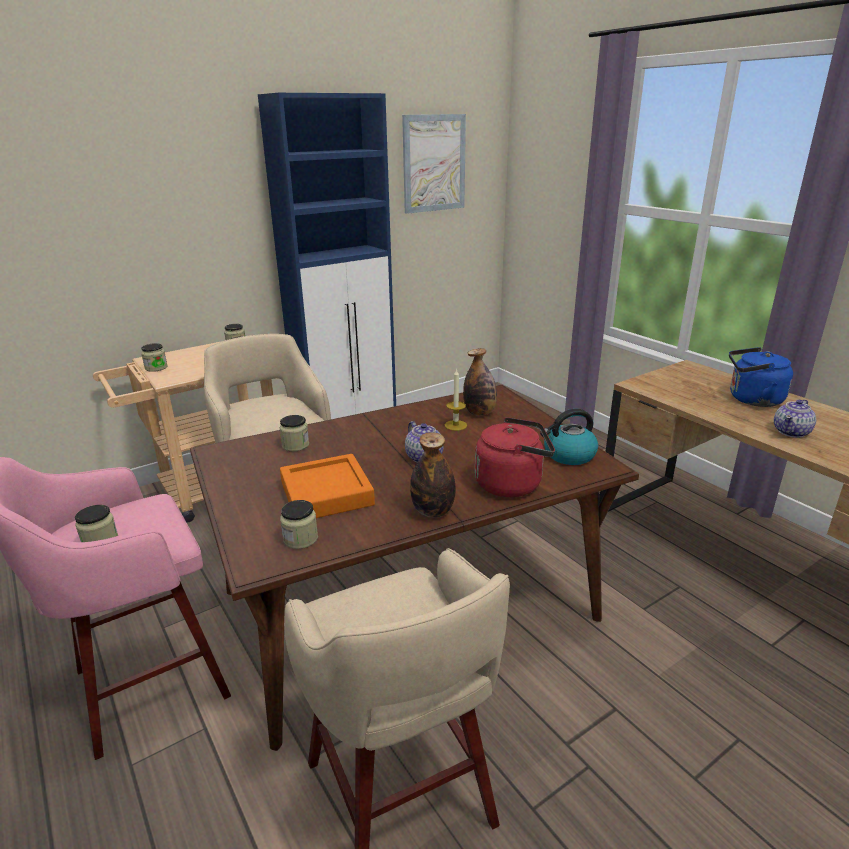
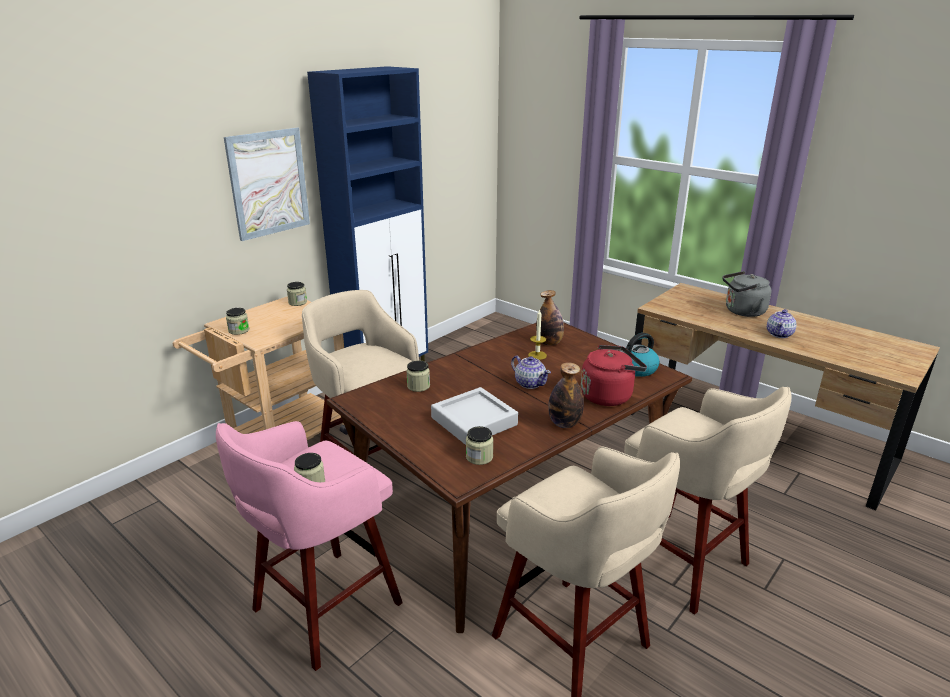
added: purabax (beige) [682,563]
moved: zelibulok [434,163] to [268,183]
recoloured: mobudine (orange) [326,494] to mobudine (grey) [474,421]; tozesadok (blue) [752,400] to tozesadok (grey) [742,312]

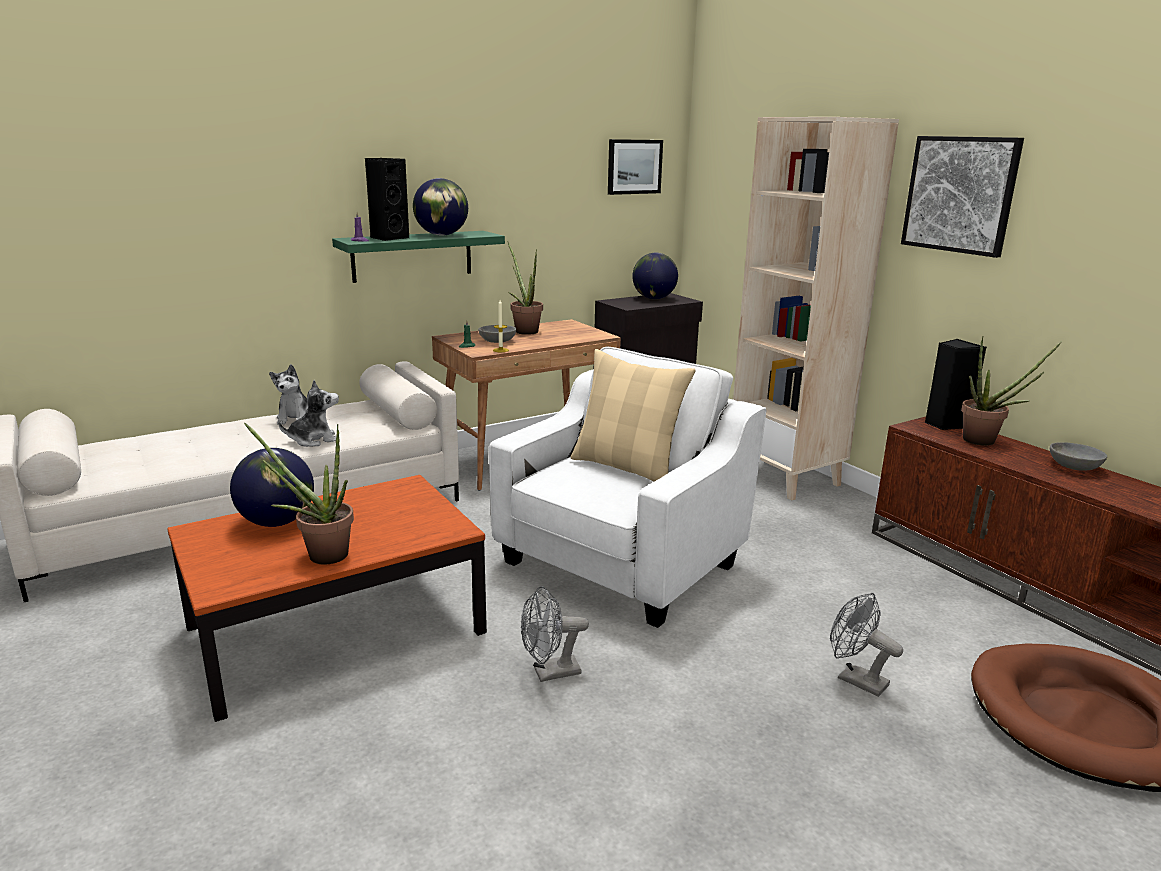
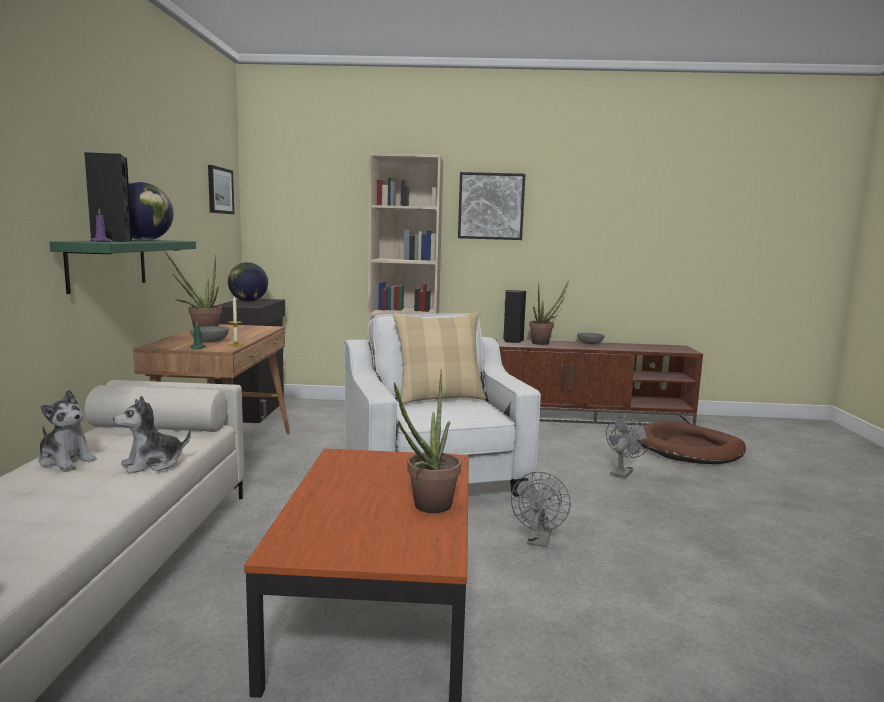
removed: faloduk [277,522]
turned: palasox [314,440] = [152,464] 135 degrees counterclockwise; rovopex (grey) [855,679] = [622,472] 135 degrees clockwise

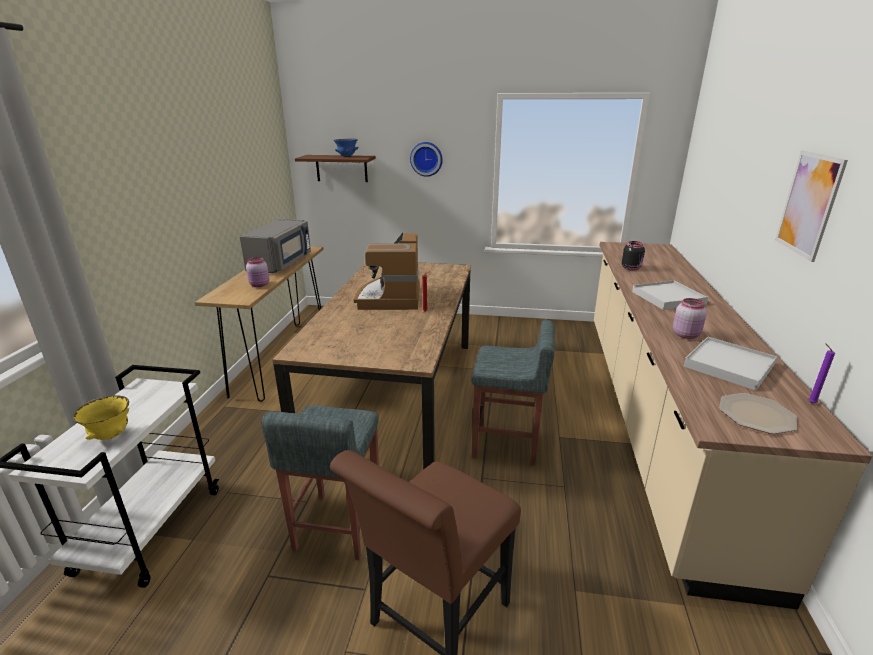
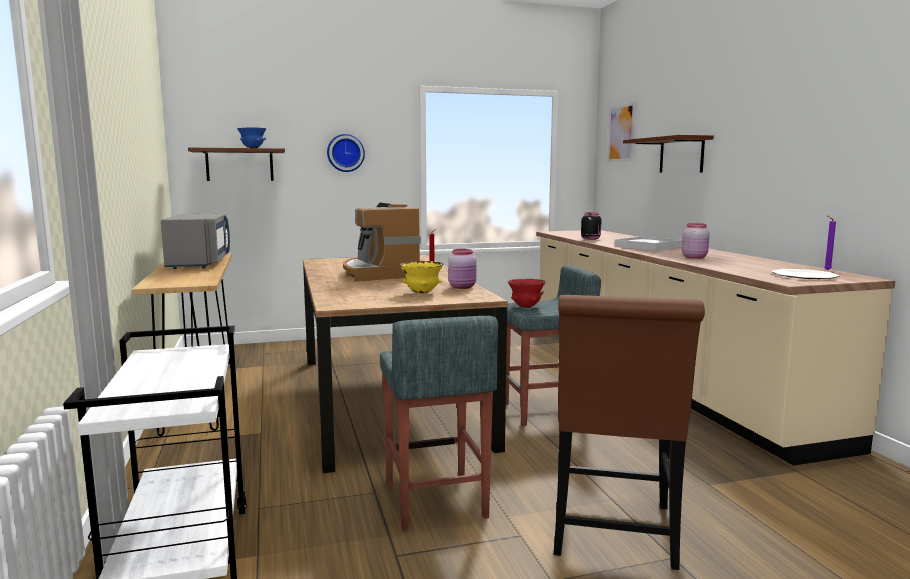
removed: mobudine (white) [728,365]
added: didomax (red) [526,307]; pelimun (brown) [681,155]
moved: didomax (yellow) [111,435] to [422,292]; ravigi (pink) [260,285] to [463,287]; zelibulok [808,204] to [621,133]

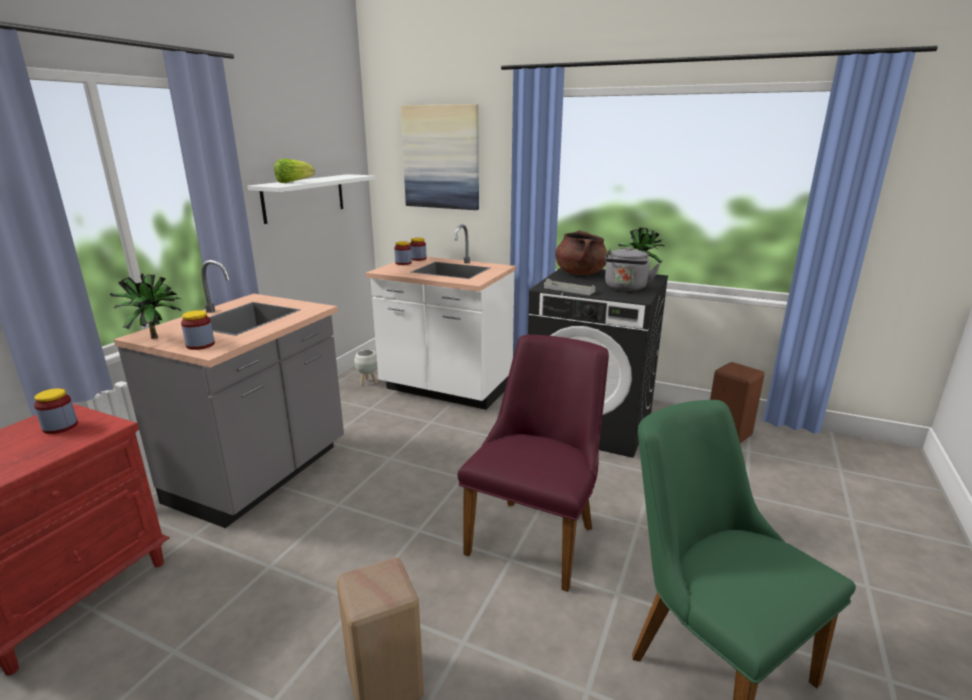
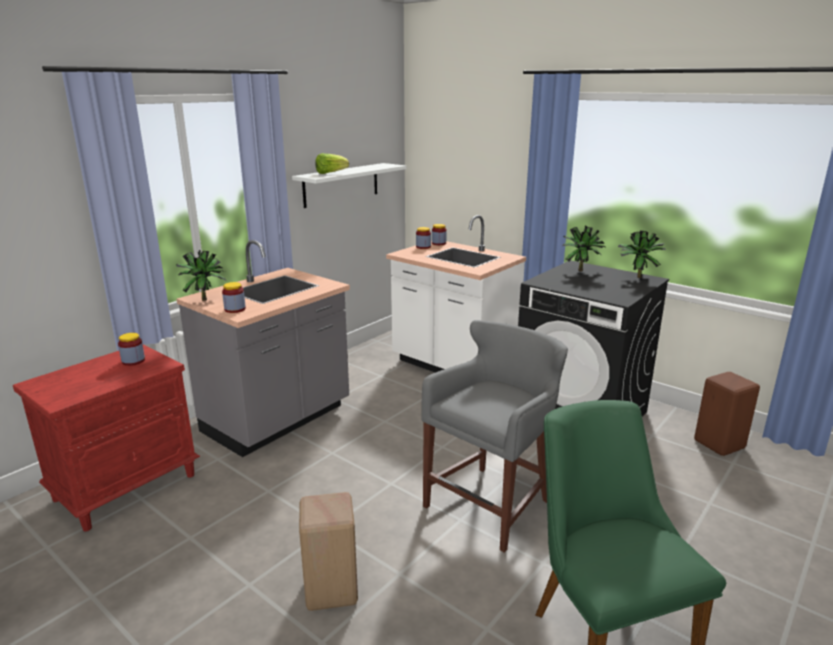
removed: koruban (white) [368,383]; zelibulok [441,157]; mobudine (grey) [569,289]; tozesadok (grey) [625,288]
replaced: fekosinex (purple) [537,533] to purabax (grey) [491,503]; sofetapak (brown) [580,273] to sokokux [580,270]

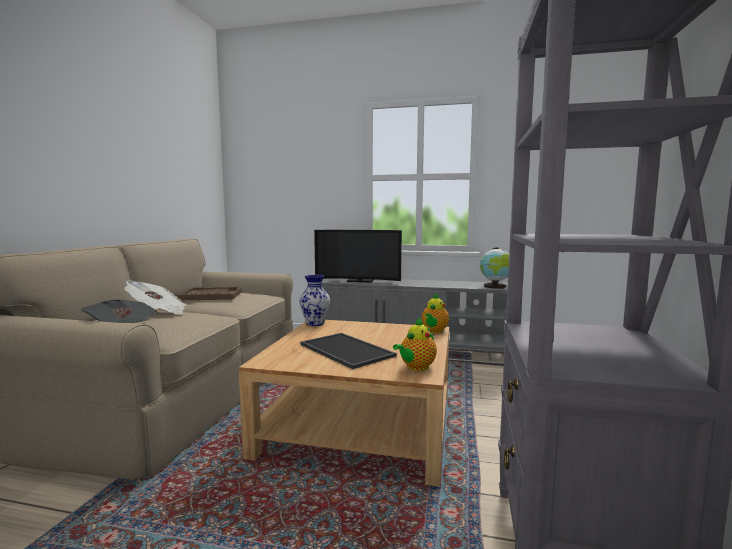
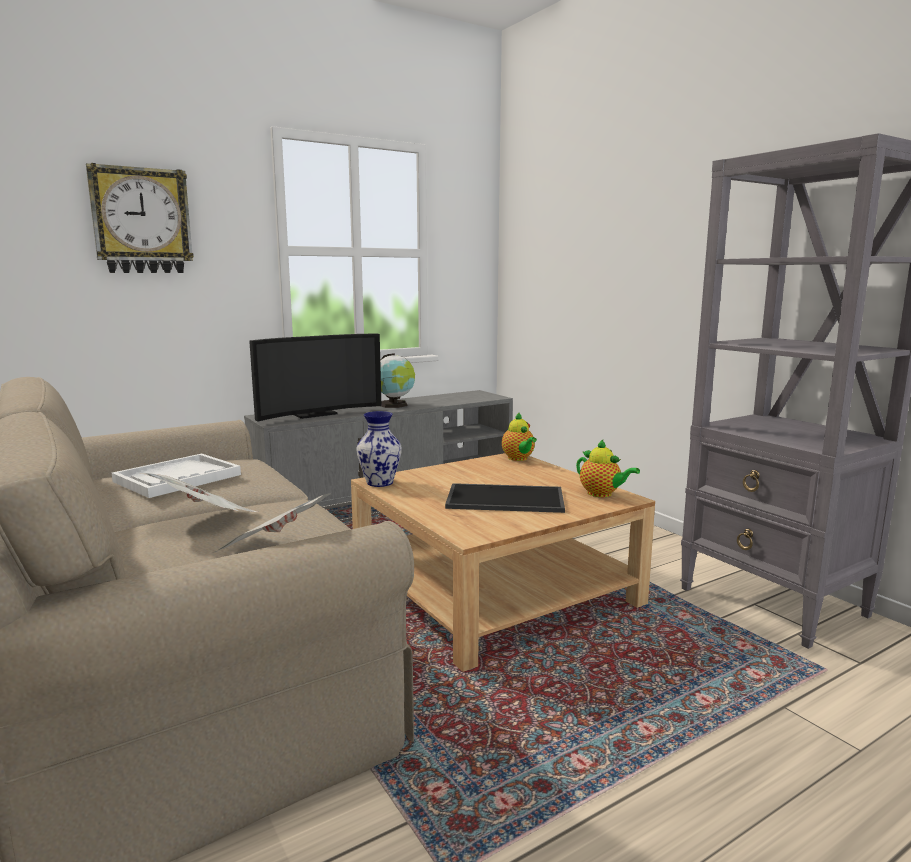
added: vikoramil [141,221]
moved: faloduk [495,286] to [394,405]
recoloured: mobudine (brown) [211,295] to mobudine (white) [177,478]
turned: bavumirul [416,367] = [602,494] 45 degrees counterclockwise

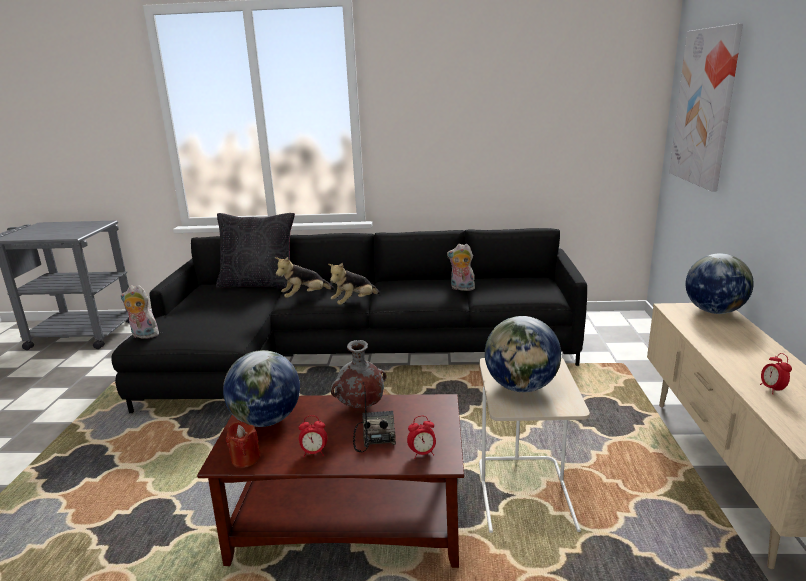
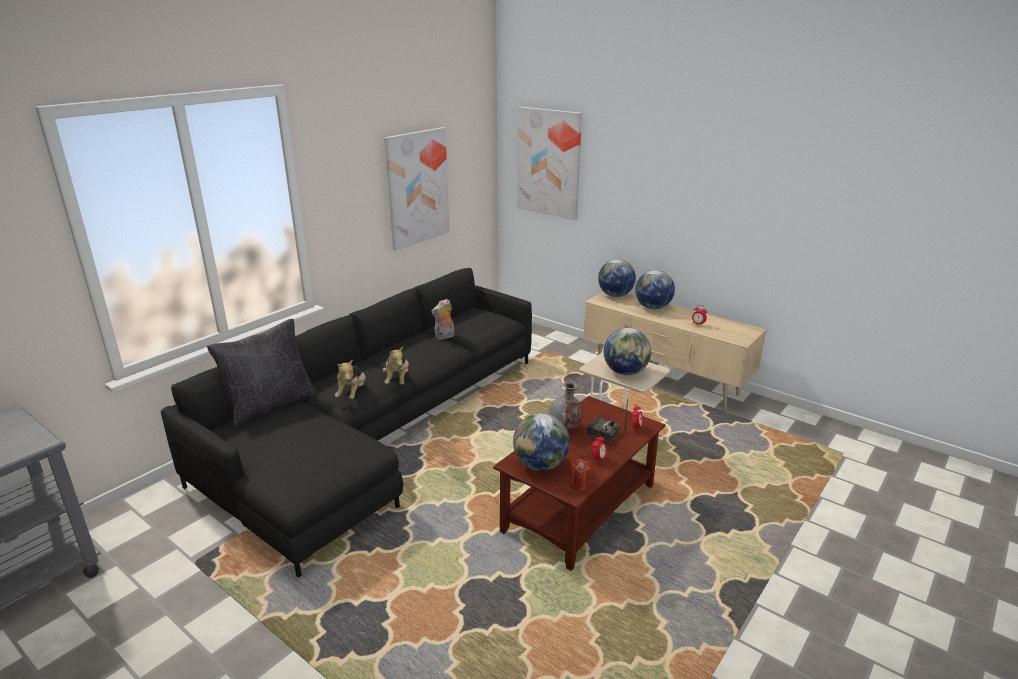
removed: palasox [143,335]
added: zelibulok [417,188]; faloduk [652,307]

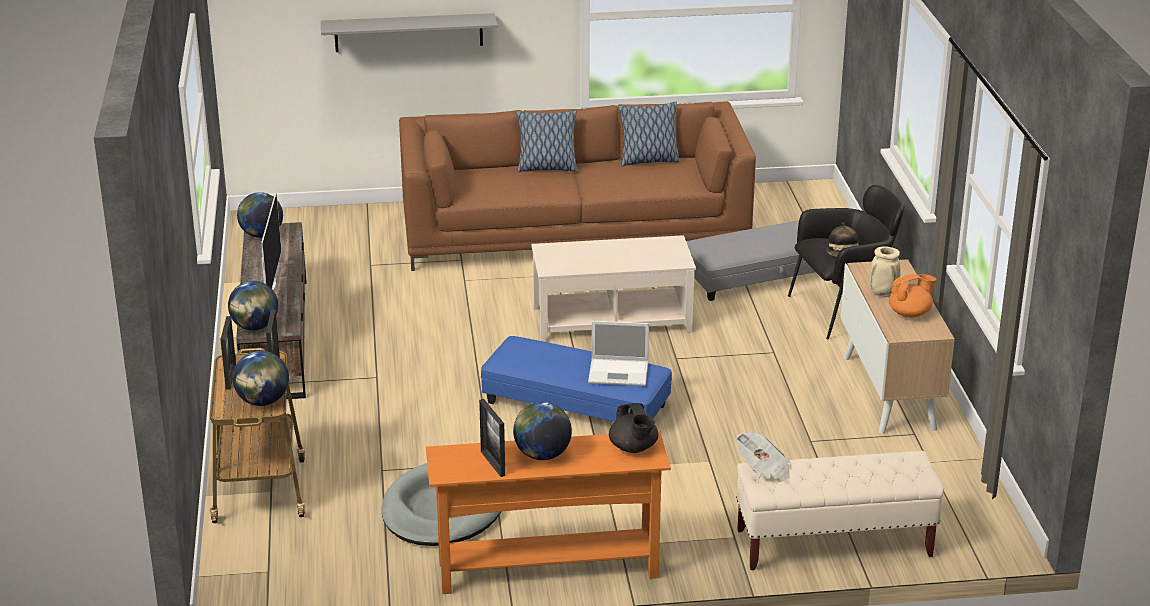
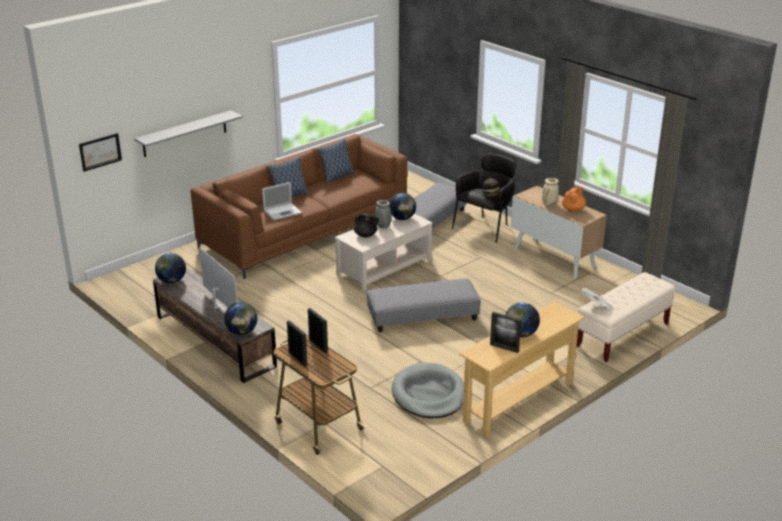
added: zelibulok [100,152]; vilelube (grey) [383,226]
moved: faloduk [263,401] to [402,218]; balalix [619,372] to [283,211]; bavumirul (black) [633,448] to [366,235]
recoloured: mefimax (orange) [548,570] to mefimax (beige) [519,402]; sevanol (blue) [576,404] to sevanol (grey) [422,316]

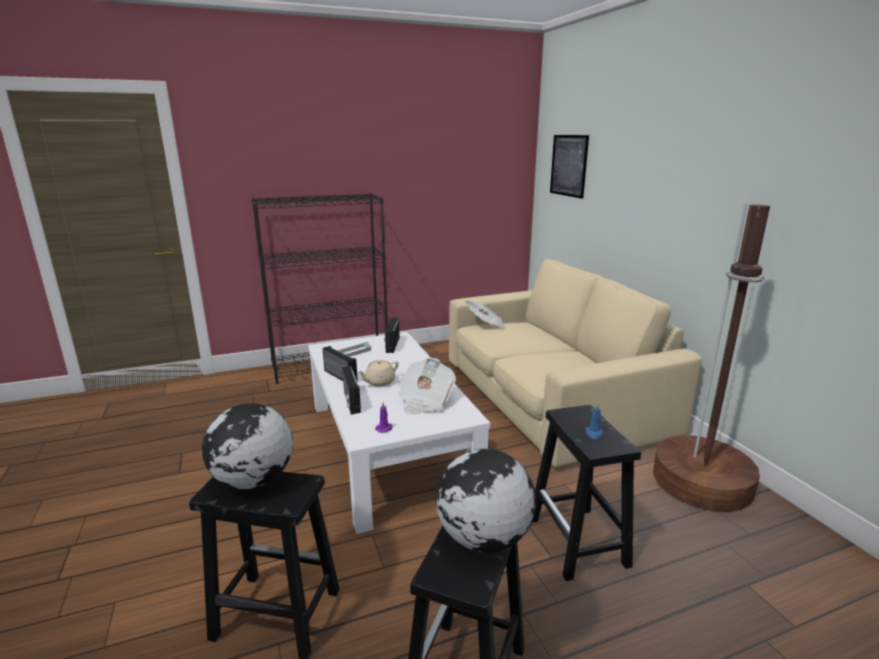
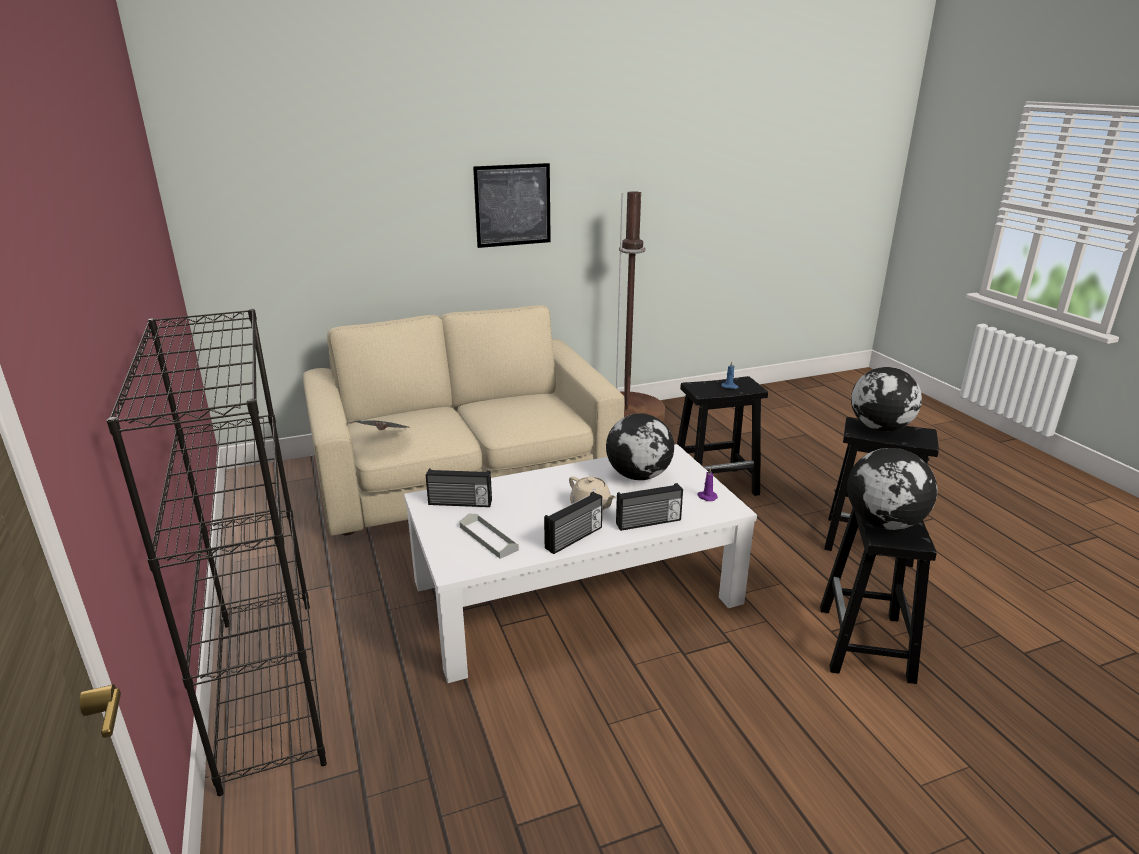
moved: zelibulok [568,165] to [513,205]
replaced: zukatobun [425,401] to faloduk [639,476]

